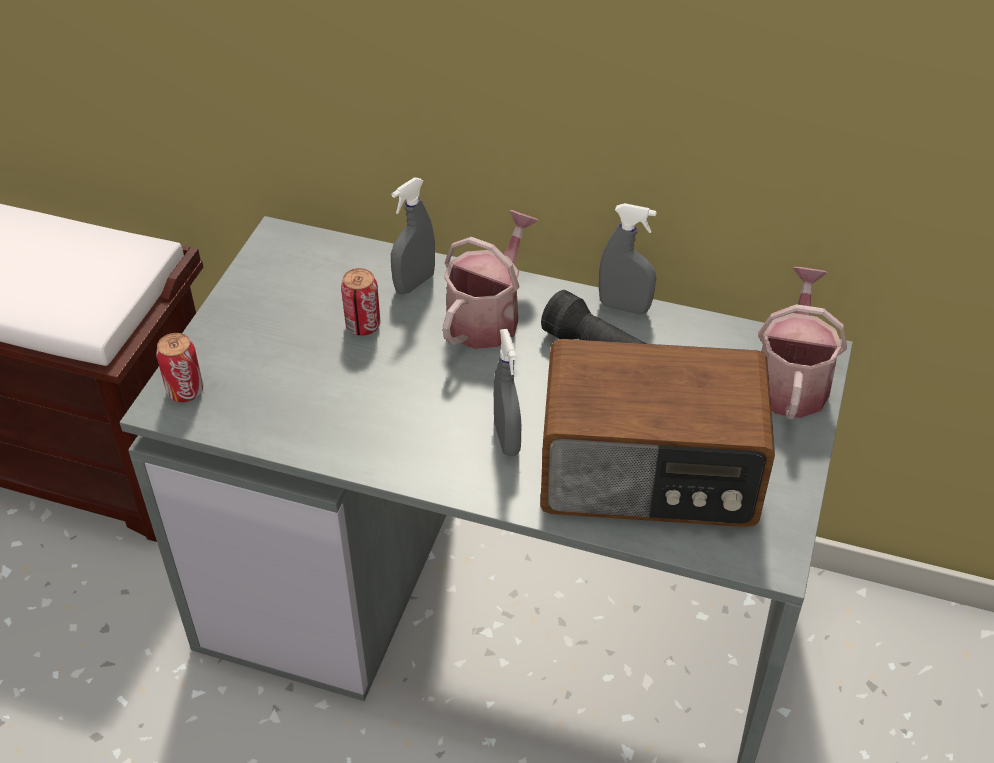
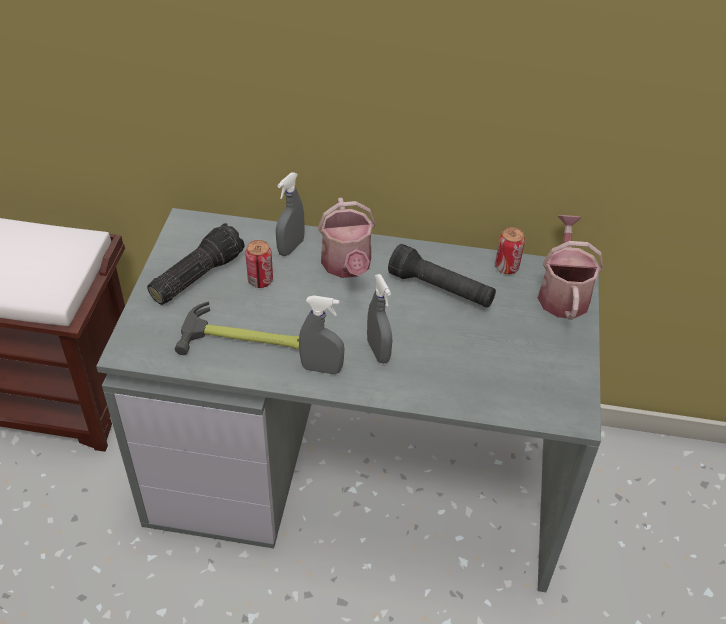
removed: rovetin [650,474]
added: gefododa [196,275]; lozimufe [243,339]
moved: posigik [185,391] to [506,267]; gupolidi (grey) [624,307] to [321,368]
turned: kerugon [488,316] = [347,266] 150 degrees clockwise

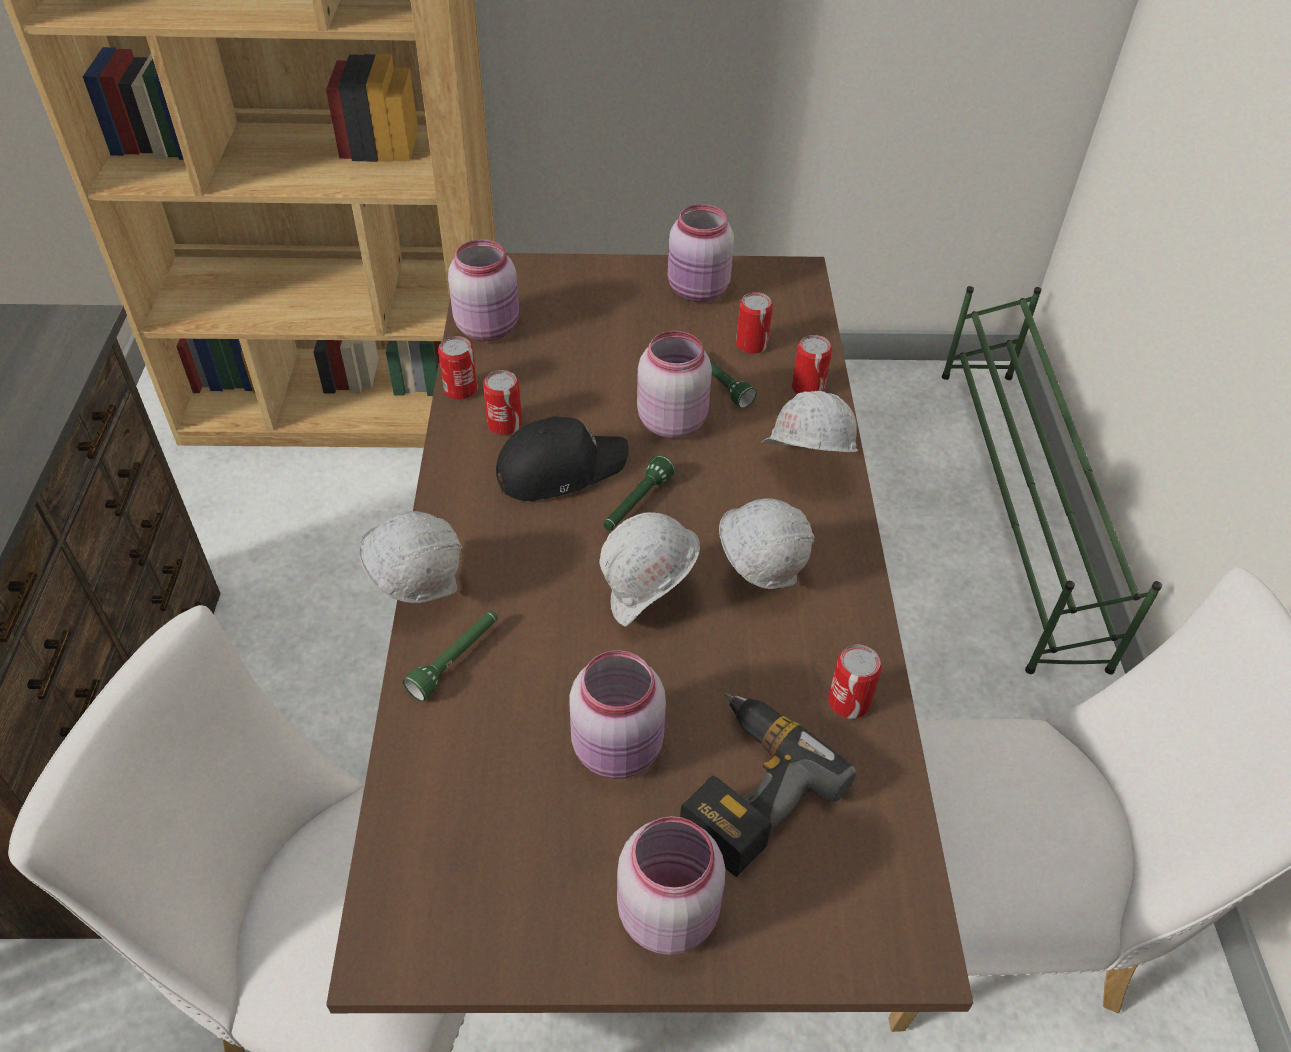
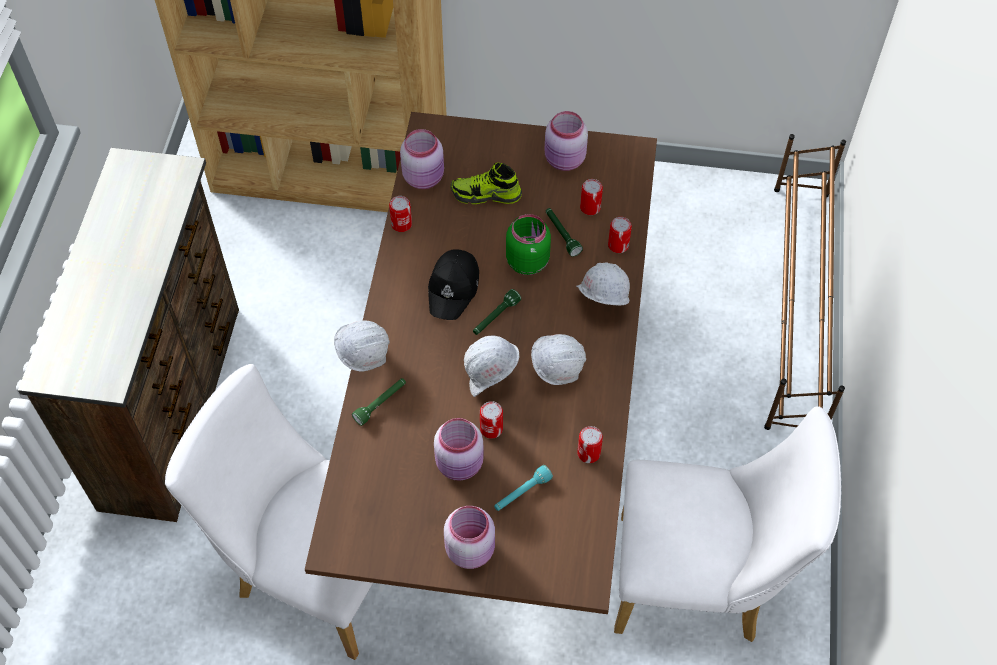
added: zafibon [486,195]
moved: posigik [504,424] to [491,429]
replaced: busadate [745,788] to gefododa (turquoise) [522,493]
recoloured: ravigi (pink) [672,420] to ravigi (green) [528,260]; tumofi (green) [1017,508] to tumofi (brown) [797,306]
turned: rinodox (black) [559,469] = [454,288] 120 degrees clockwise

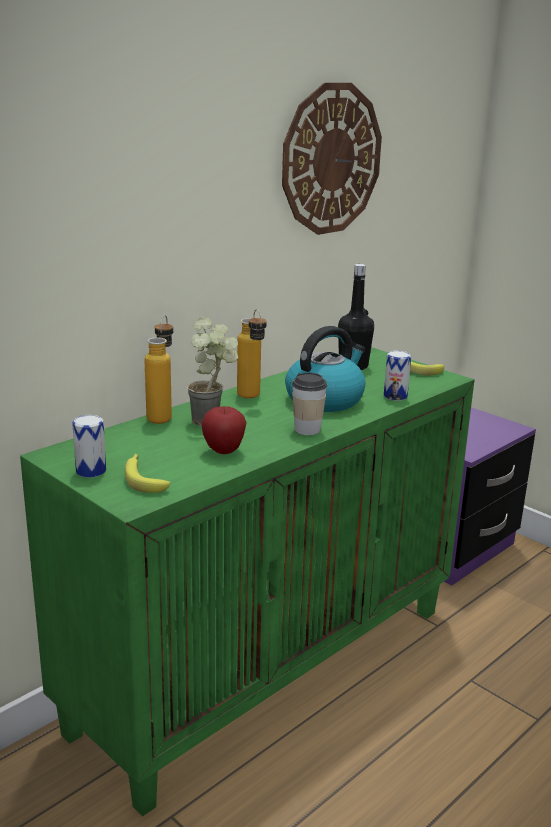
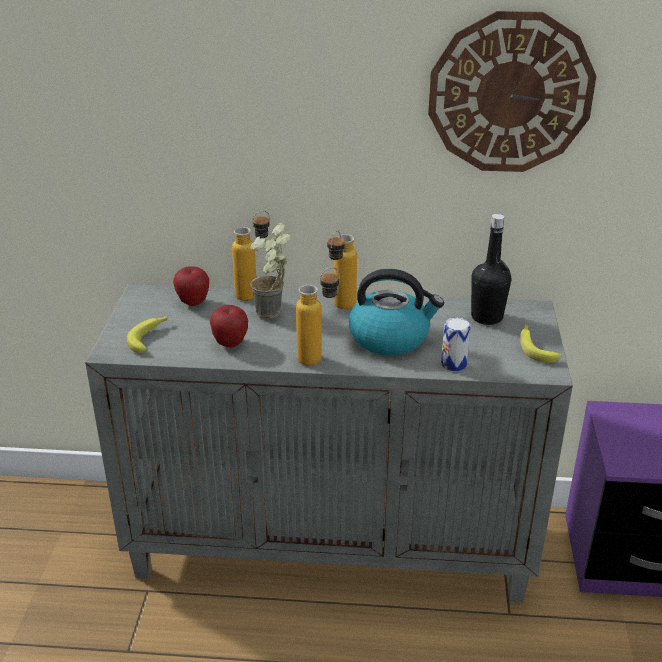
removed: posigik [91,471]
added: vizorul [193,303]
replaced: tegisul [307,429] to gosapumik [318,357]
recoloured: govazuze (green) [267,665] to govazuze (grey) [333,544]

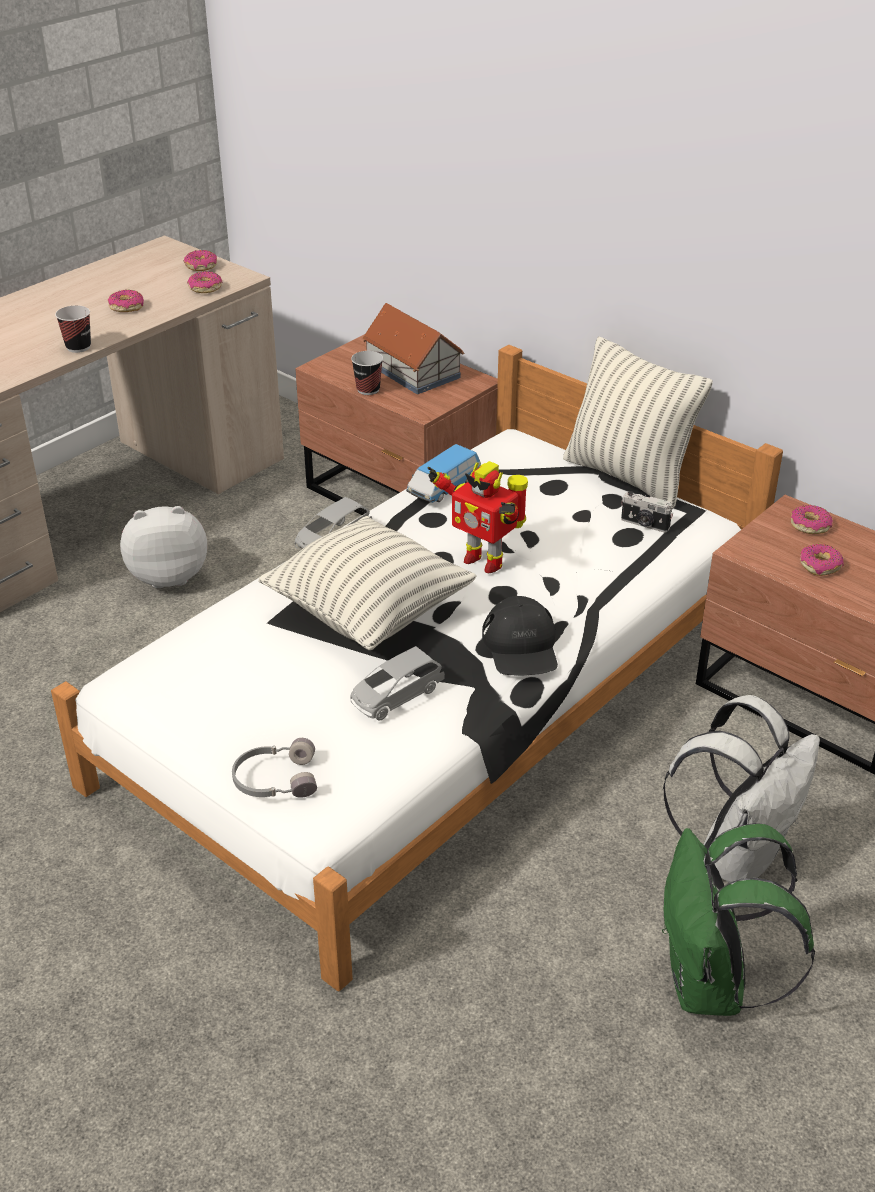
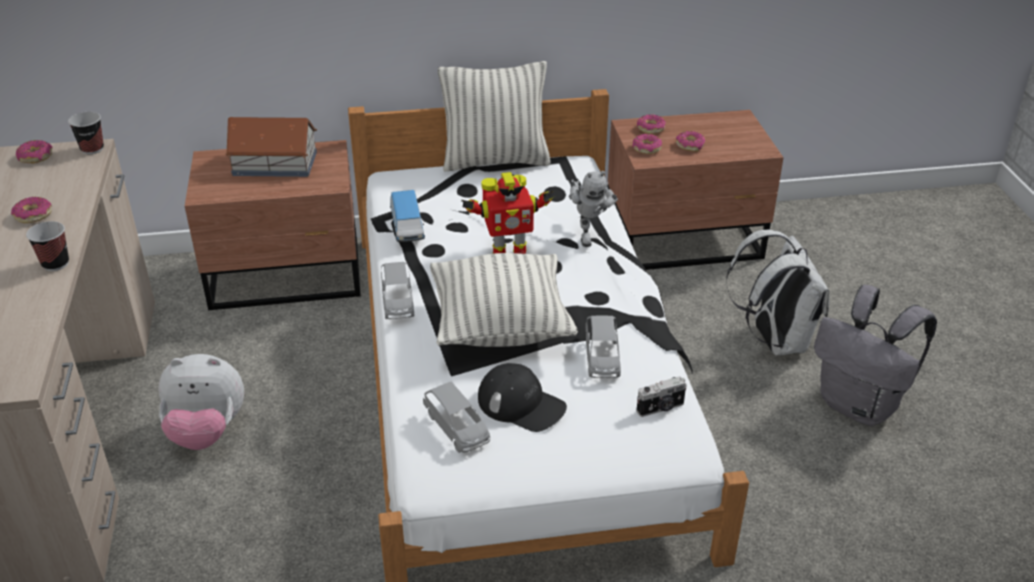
removed: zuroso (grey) [275,779]
added: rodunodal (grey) [457,428]; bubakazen [588,234]
moved: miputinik [205,288] to [646,149]; tegisul [368,389] to [92,149]; rinodox (black) [521,646] to [521,404]; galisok [644,524] to [661,408]
recoloured: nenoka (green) [711,985] to nenoka (grey) [859,406]
turned: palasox [169,575] = [207,432] 120 degrees counterclockwise

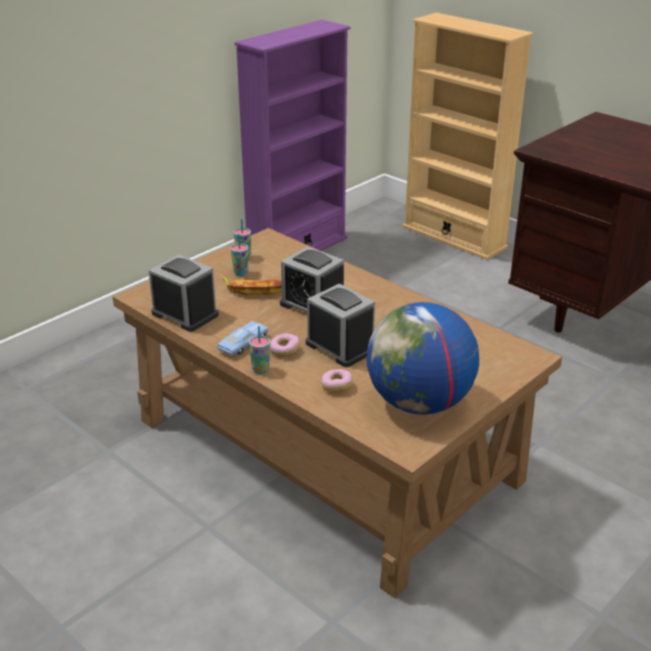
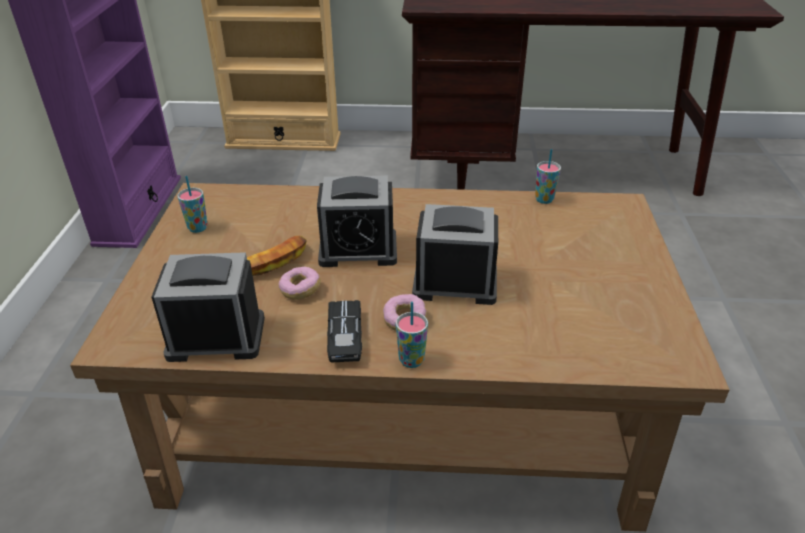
removed: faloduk [419,403]
moved: tegisul [240,273] to [544,199]; miputinik [336,386] to [300,290]
recoloured: rodunodal (blue) [243,344] to rodunodal (black) [345,337]

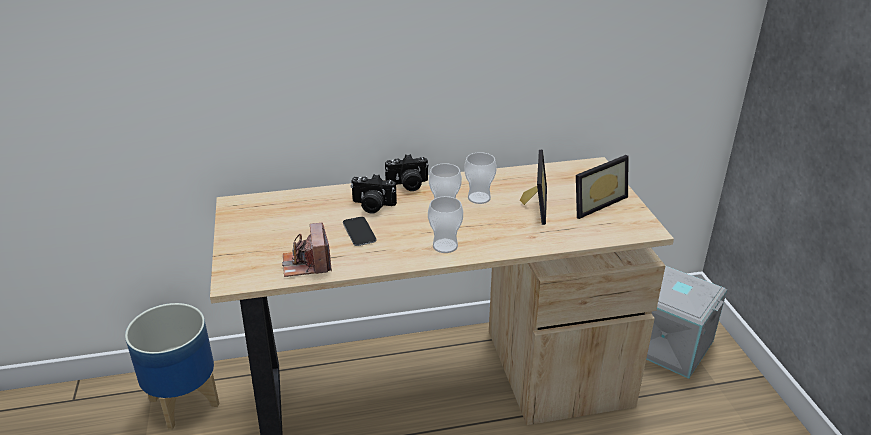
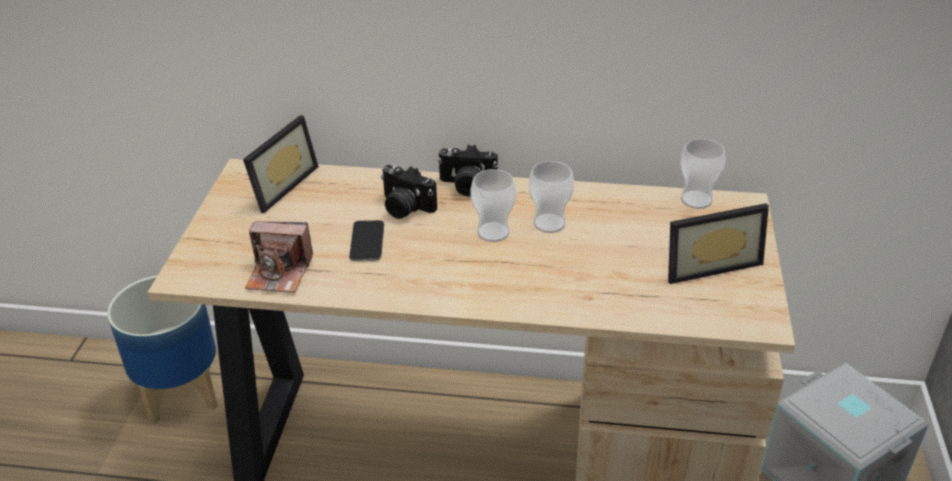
moved: tegisul [445,246] to [696,200]; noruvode [532,205] to [278,185]
turned: galisok [307,264] = [279,273] 90 degrees counterclockwise

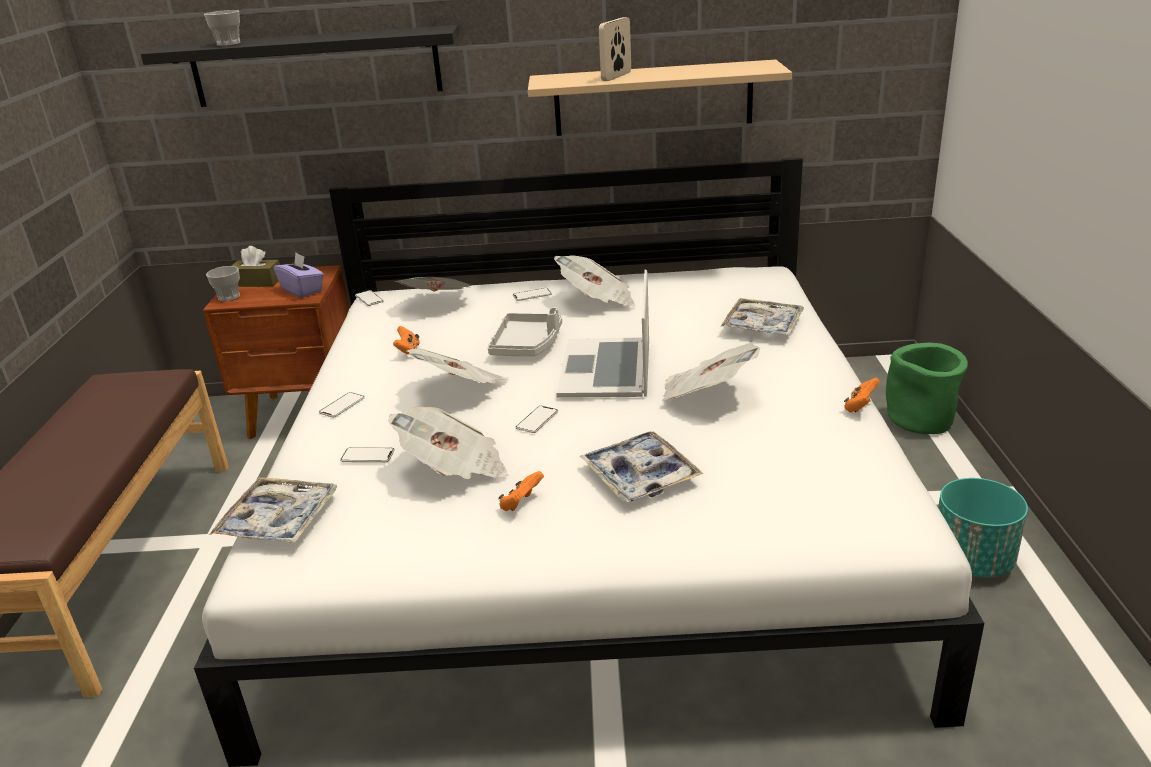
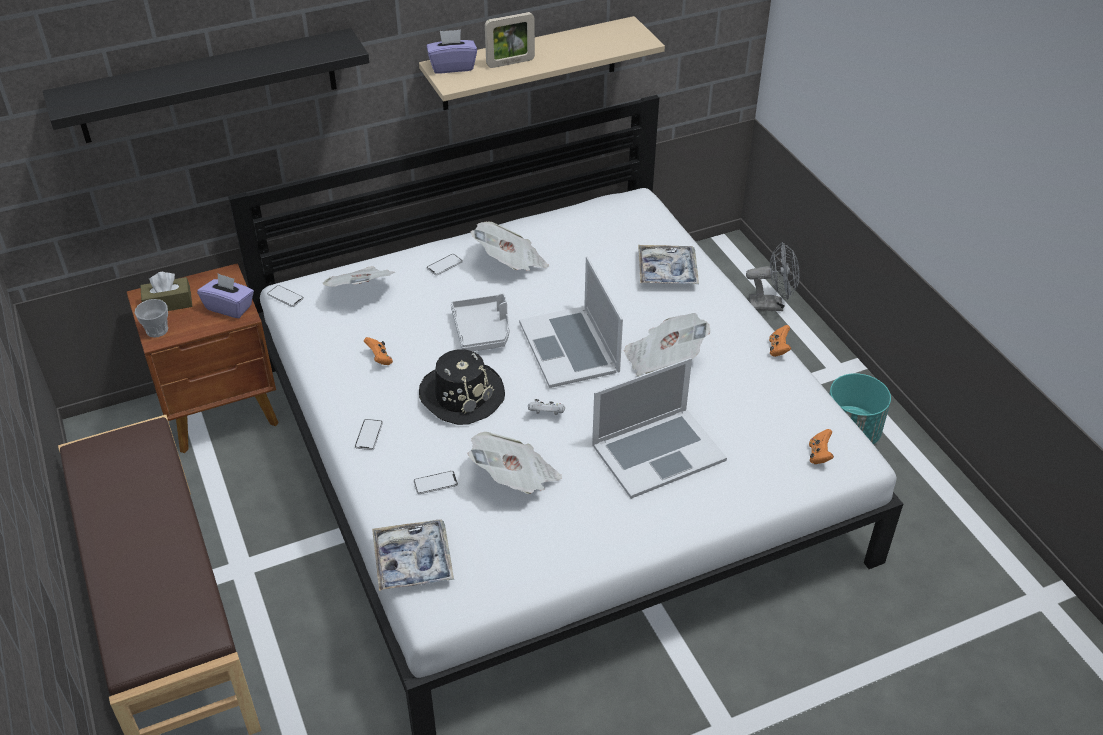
removed: tegisul [228,44]
added: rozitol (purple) [452,66]
moved: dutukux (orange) [521,504] to [819,455]
replaced: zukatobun [461,389] to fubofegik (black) [461,395]; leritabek [537,420] to dutukux (white) [546,414]; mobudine [640,476] to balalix [658,452]; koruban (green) [920,420] to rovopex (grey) [771,305]
turned: noruvode [616,76] = [510,63] 120 degrees counterclockwise

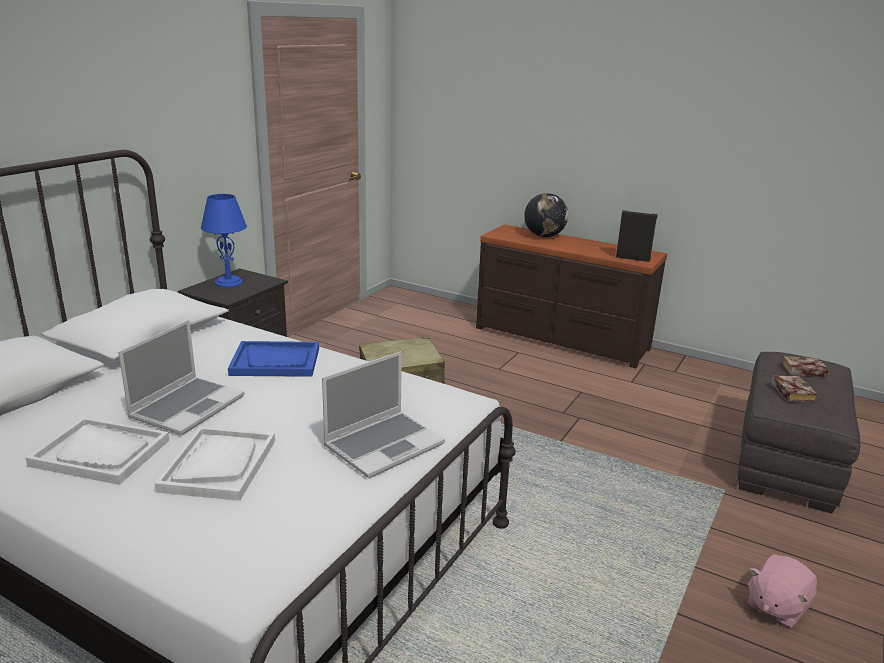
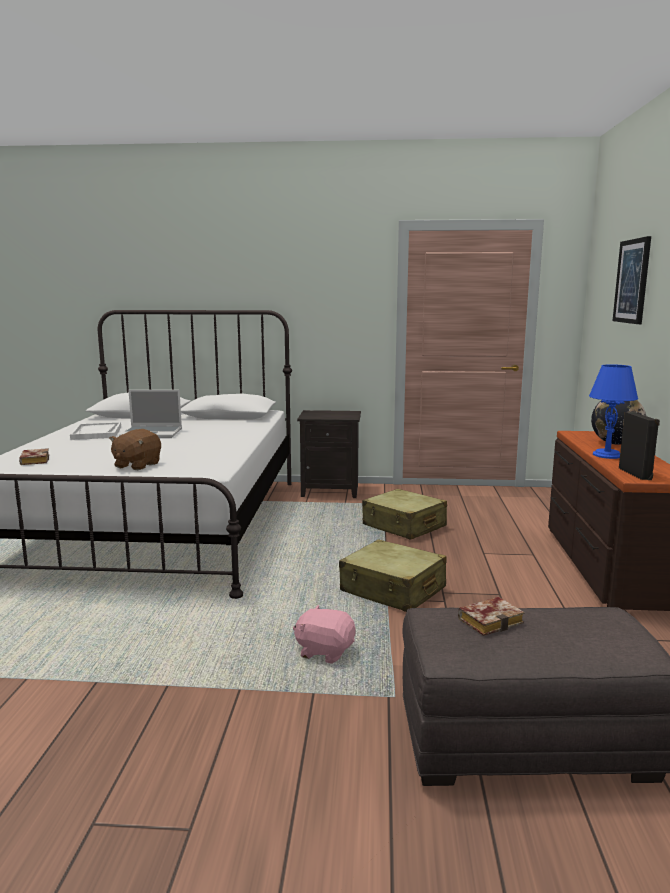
removed: mobudine (white) [219,465]; mobudine (blue) [276,361]
added: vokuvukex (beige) [393,590]; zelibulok [632,281]
moved: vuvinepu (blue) [228,282] to [606,455]; palasox (pink) [775,607] to [325,651]; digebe [802,371] to [34,460]
replaced: balalix [384,444] to palasox (brown) [136,465]

